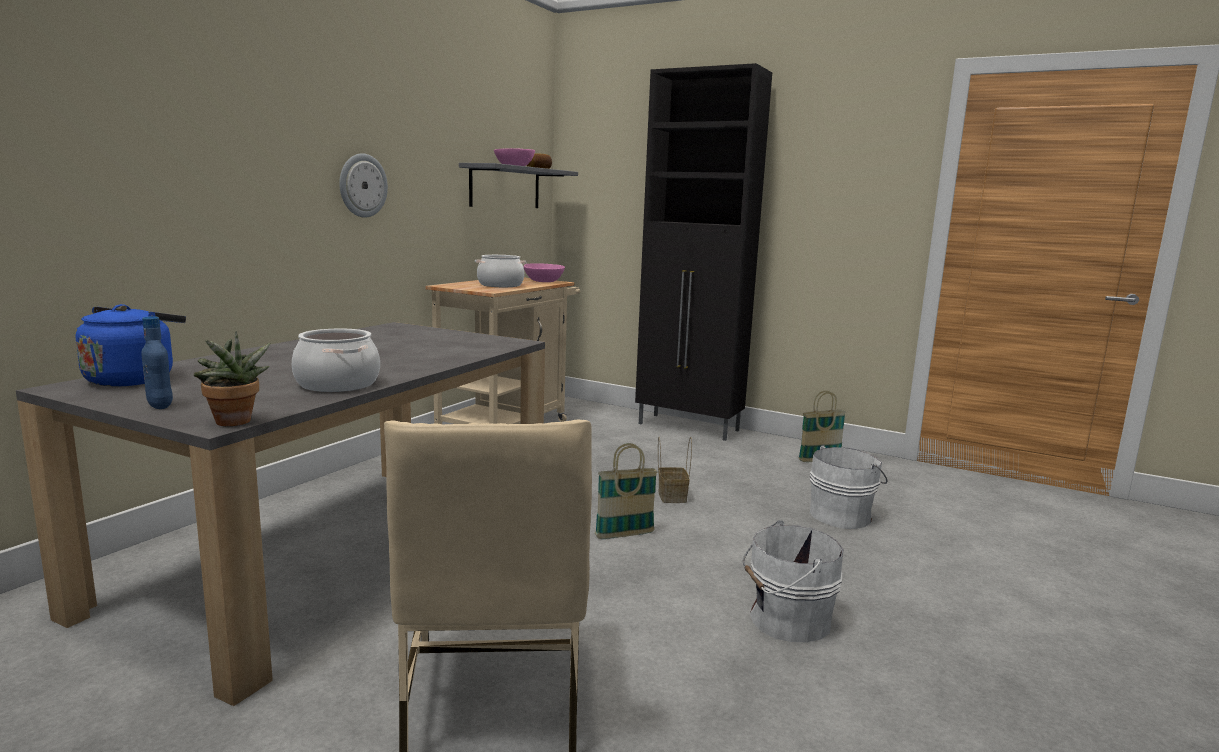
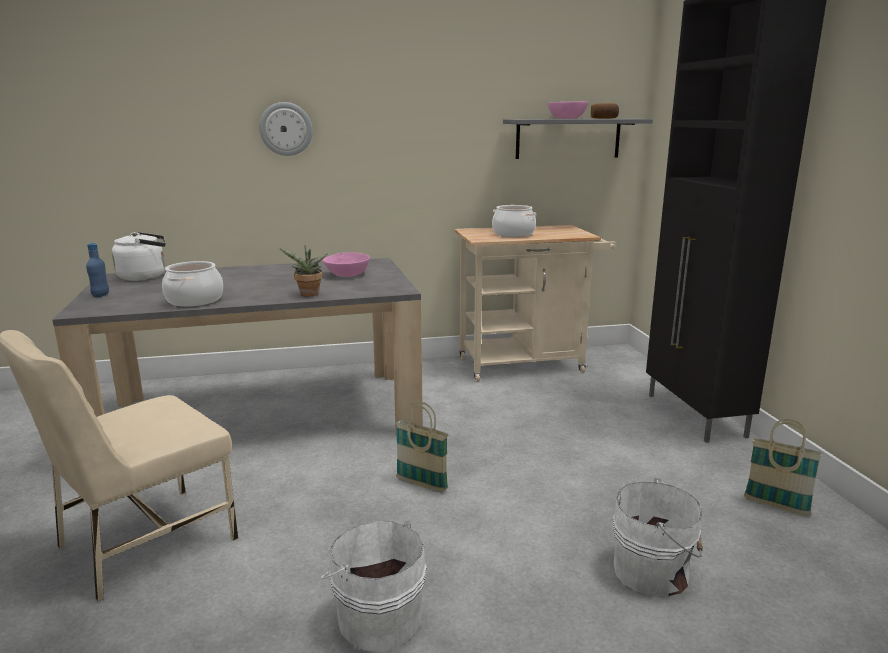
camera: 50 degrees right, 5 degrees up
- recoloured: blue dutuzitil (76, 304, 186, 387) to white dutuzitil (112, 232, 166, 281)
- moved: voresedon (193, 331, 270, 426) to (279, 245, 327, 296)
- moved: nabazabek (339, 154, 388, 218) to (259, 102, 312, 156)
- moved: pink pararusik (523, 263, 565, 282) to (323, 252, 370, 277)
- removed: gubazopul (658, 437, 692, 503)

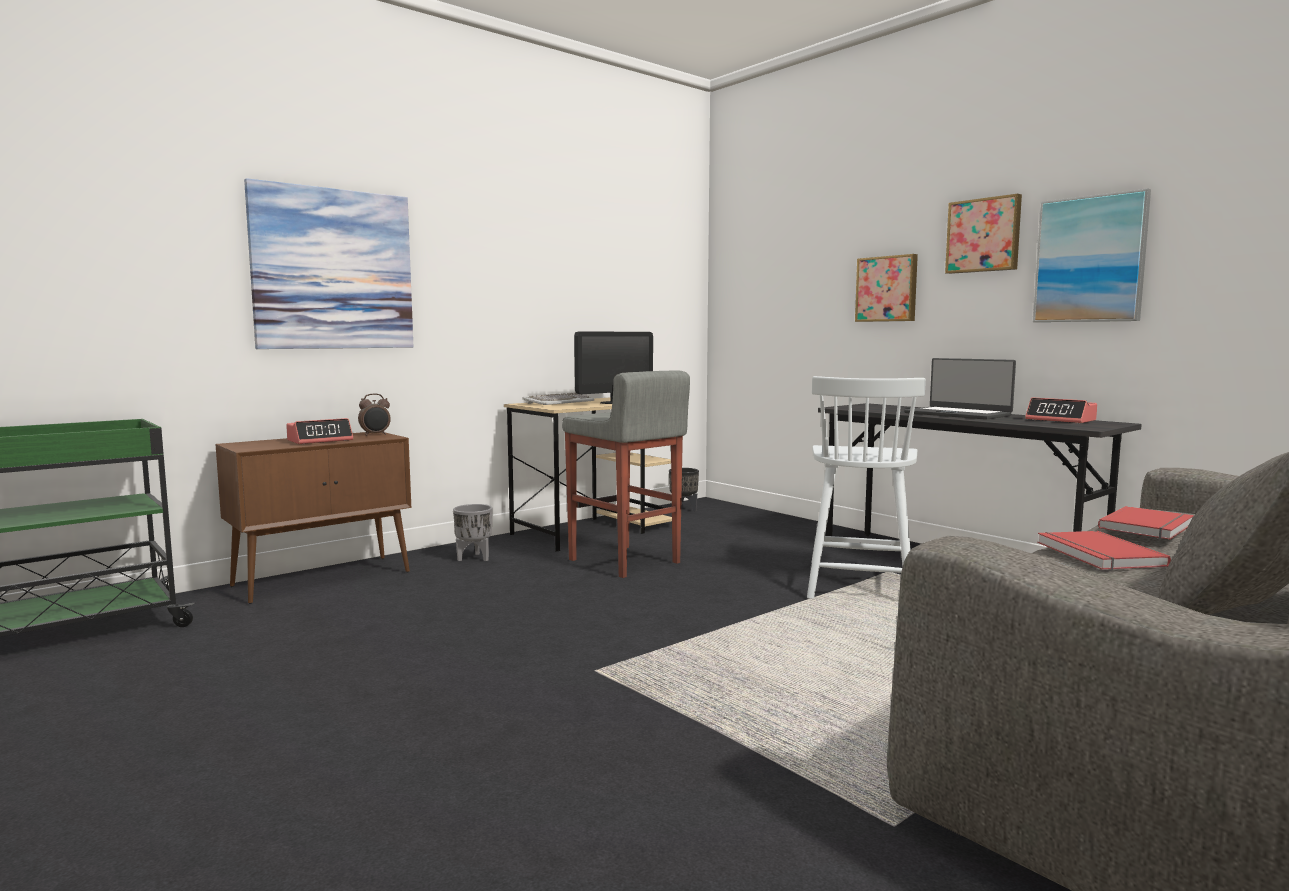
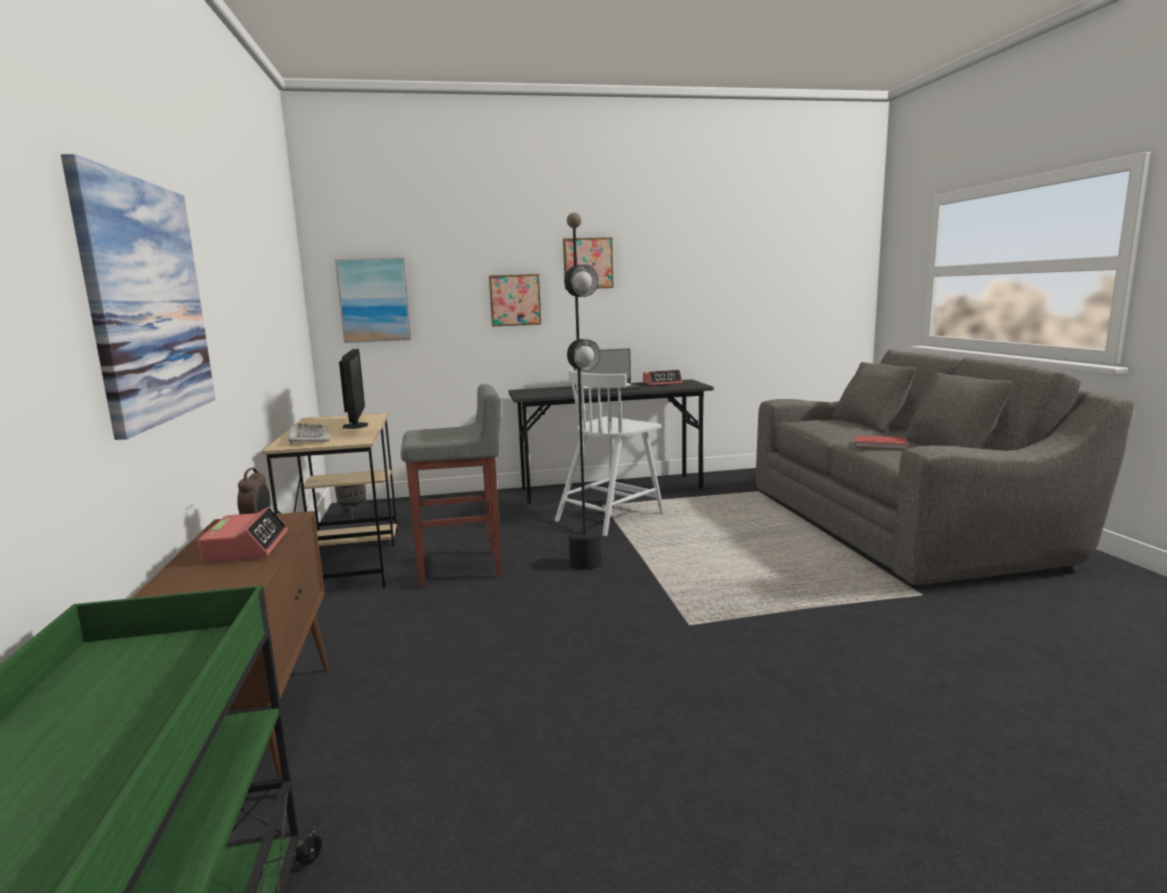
camera: 60 degrees left, 5 degrees up
- removed: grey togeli (453, 504, 493, 561)
- turned: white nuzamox (807, 376, 926, 599) = (554, 370, 664, 536) 90 degrees clockwise
- moved: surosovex (1033, 188, 1151, 322) to (335, 258, 411, 343)
- removed: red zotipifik (1098, 506, 1194, 540)
- added: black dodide (407, 213, 601, 570)

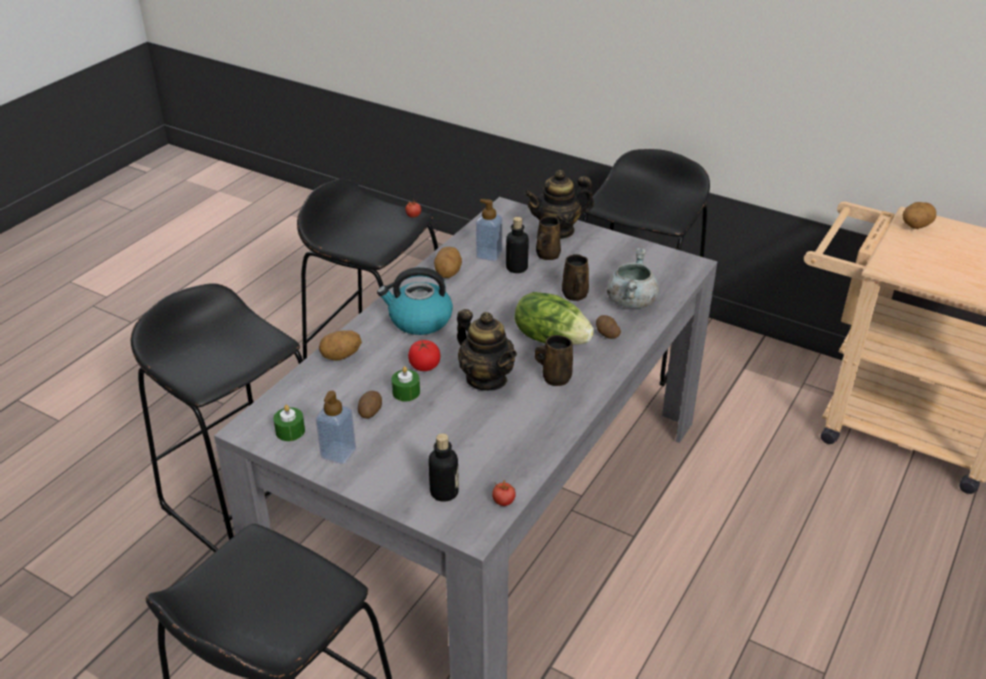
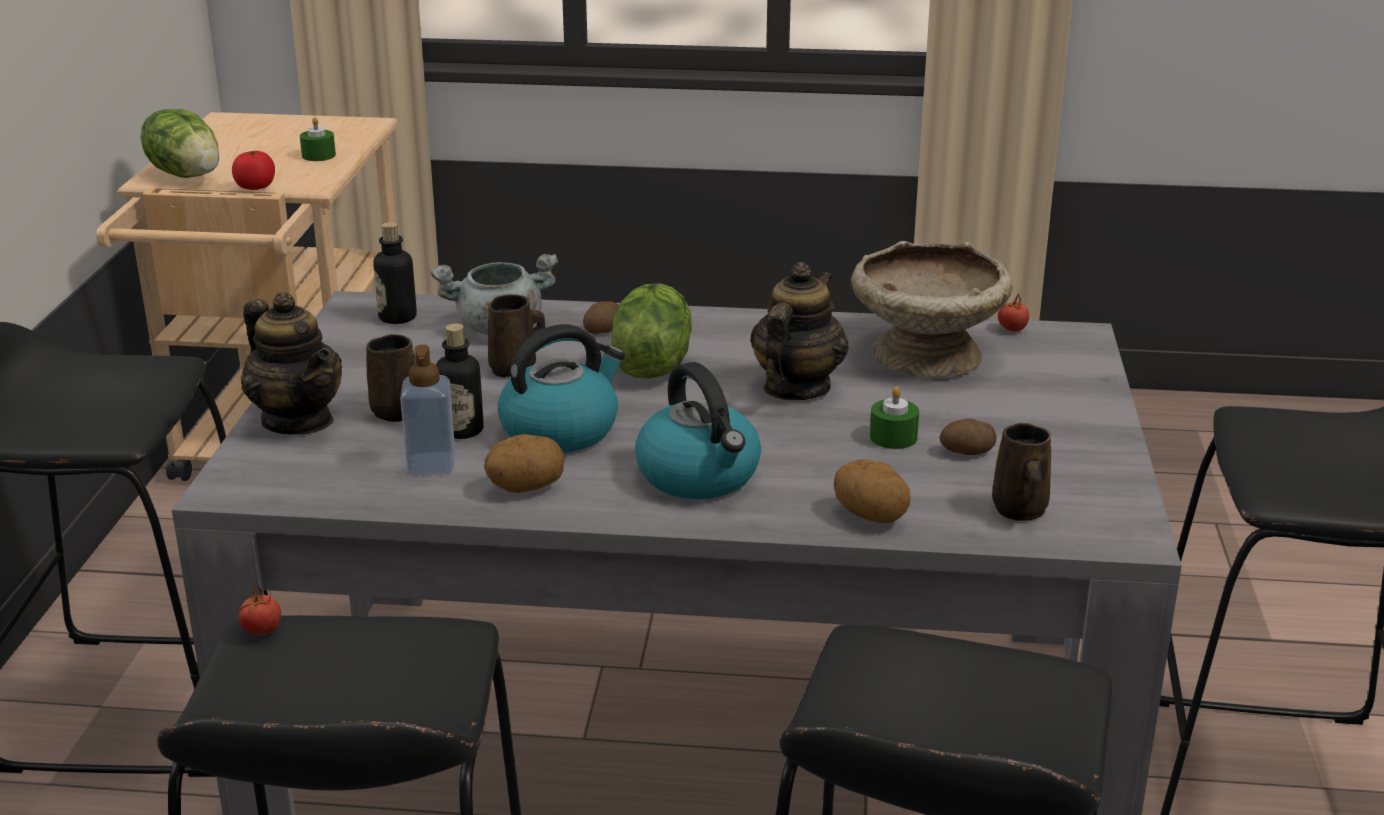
camera: 115 degrees left, 10 degrees down
- moved: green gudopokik (273, 405, 305, 441) to (300, 117, 336, 161)
- removed: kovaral (316, 391, 356, 464)
- moved: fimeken (408, 340, 440, 371) to (232, 151, 275, 190)
- moved: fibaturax (428, 433, 459, 502) to (373, 222, 417, 324)
- moved: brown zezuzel (535, 335, 573, 386) to (992, 423, 1051, 521)
- replaced: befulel (902, 202, 936, 229) to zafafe (141, 109, 219, 178)
- added: dutuzitil (497, 324, 625, 453)
- added: beige pararusik (851, 241, 1013, 378)

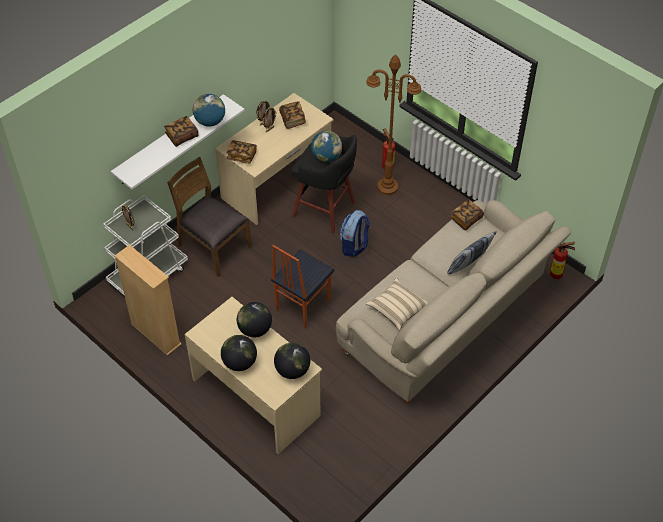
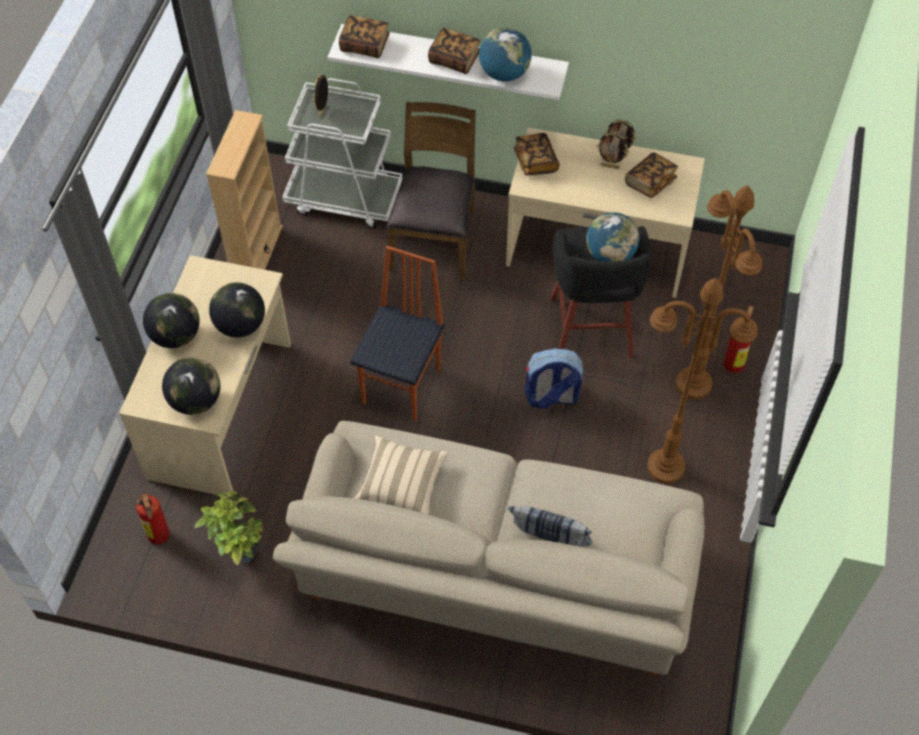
camera: 60 degrees right, 5 degrees up
- turned: nuzamox (271, 245, 335, 328) = (350, 246, 445, 422) 105 degrees clockwise
- moved: zotipifik (450, 199, 484, 231) to (339, 15, 390, 58)
- moved: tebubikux (550, 241, 575, 279) to (136, 492, 169, 545)
- added: voresedon (195, 491, 264, 566)
- added: brown dodide (647, 278, 758, 484)

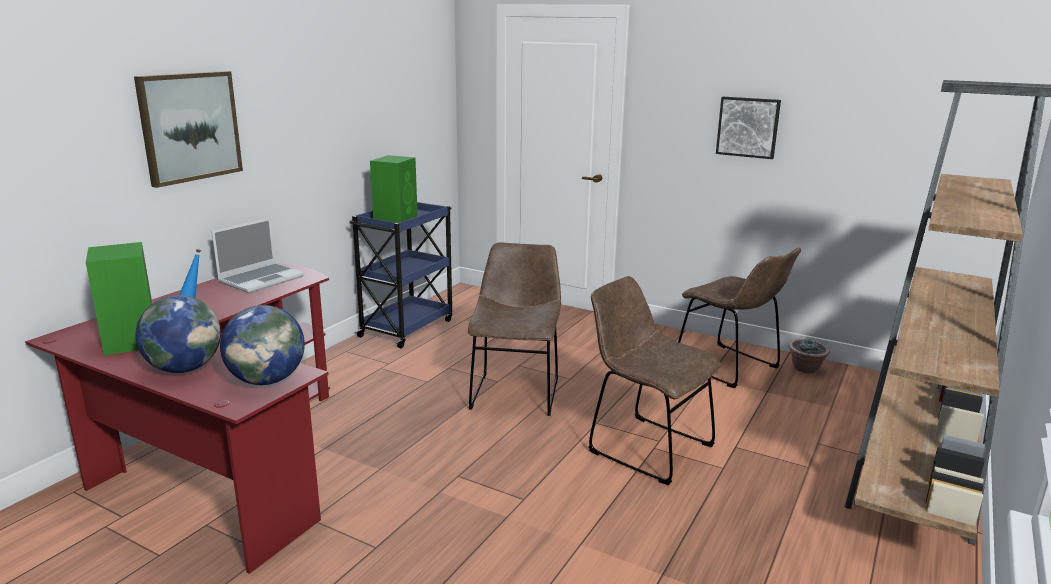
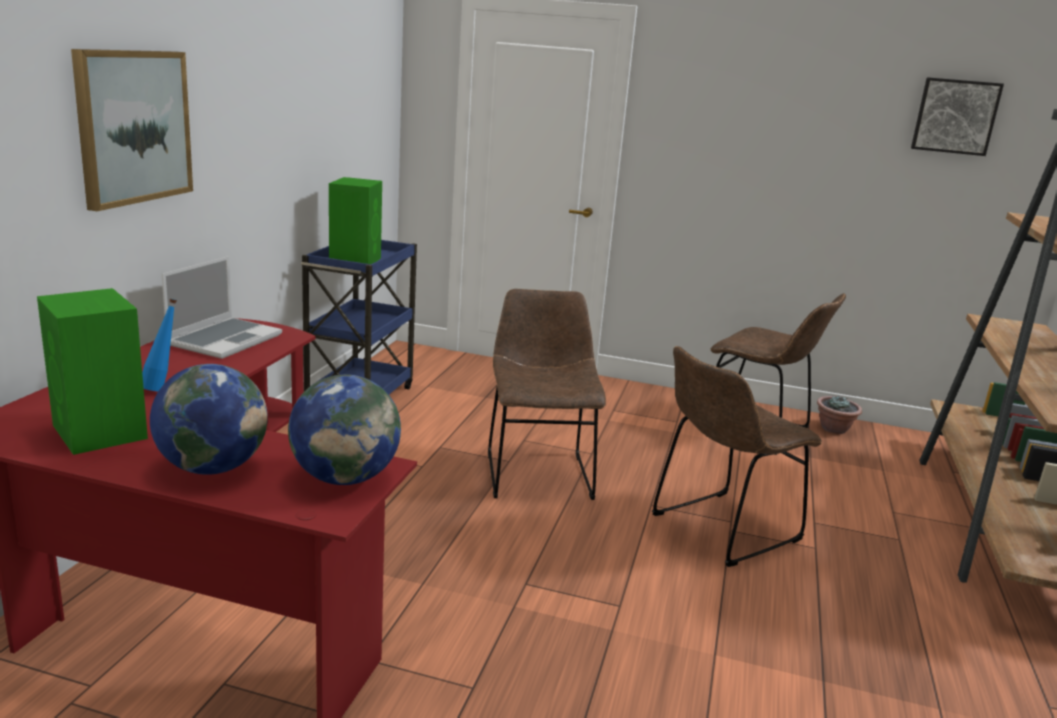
camera: 15 degrees left, 0 degrees up
- turned: brown nuzamox (588, 276, 721, 485) = (652, 346, 822, 567) 60 degrees counterclockwise
- moved: surosovex (716, 97, 781, 159) to (911, 77, 1004, 156)

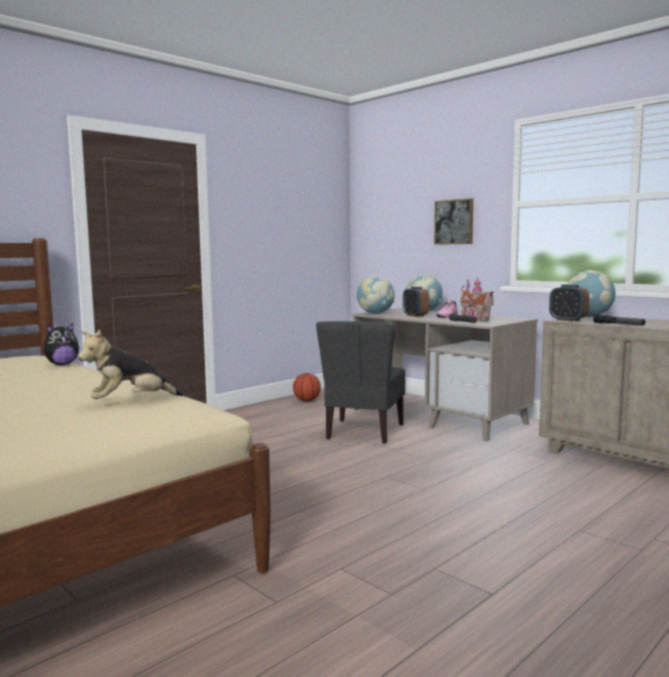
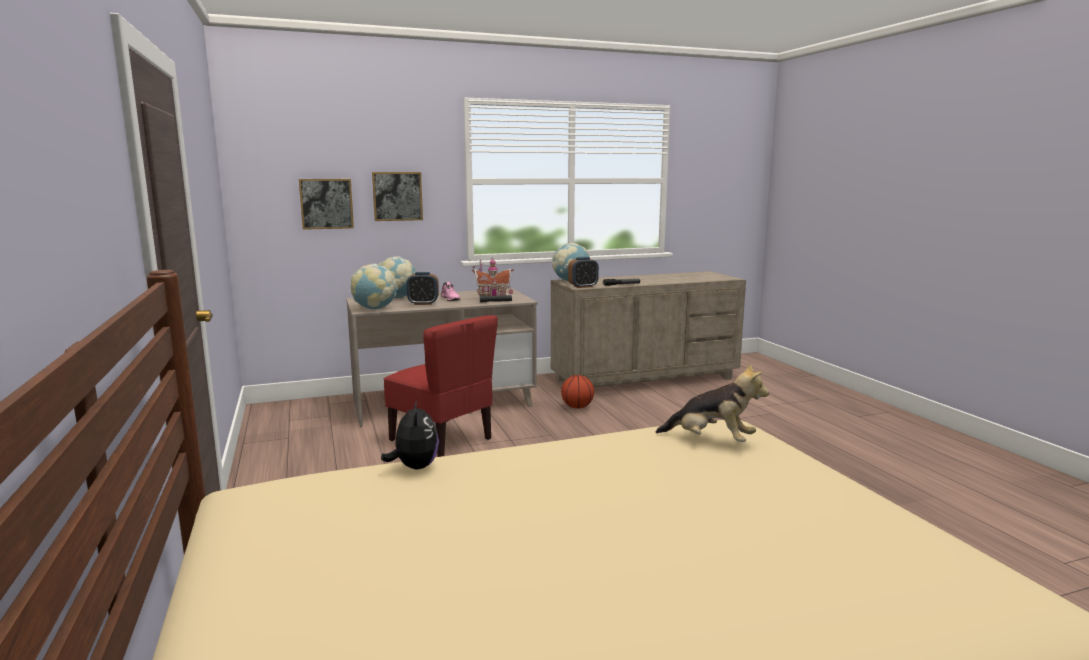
camera: 65 degrees left, 5 degrees up
- turned: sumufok (78, 330, 184, 399) = (655, 362, 769, 442) 60 degrees counterclockwise
- moved: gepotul (293, 373, 321, 402) to (561, 375, 594, 409)
- recoloured: grey nuzamox (316, 321, 405, 444) to red nuzamox (384, 315, 498, 457)
- added: surosovex (299, 179, 354, 230)

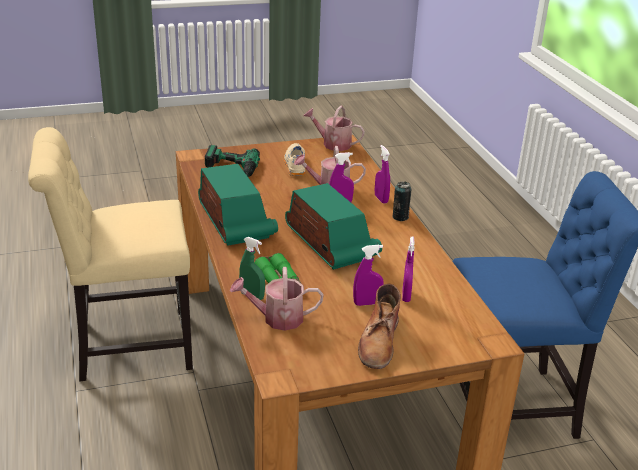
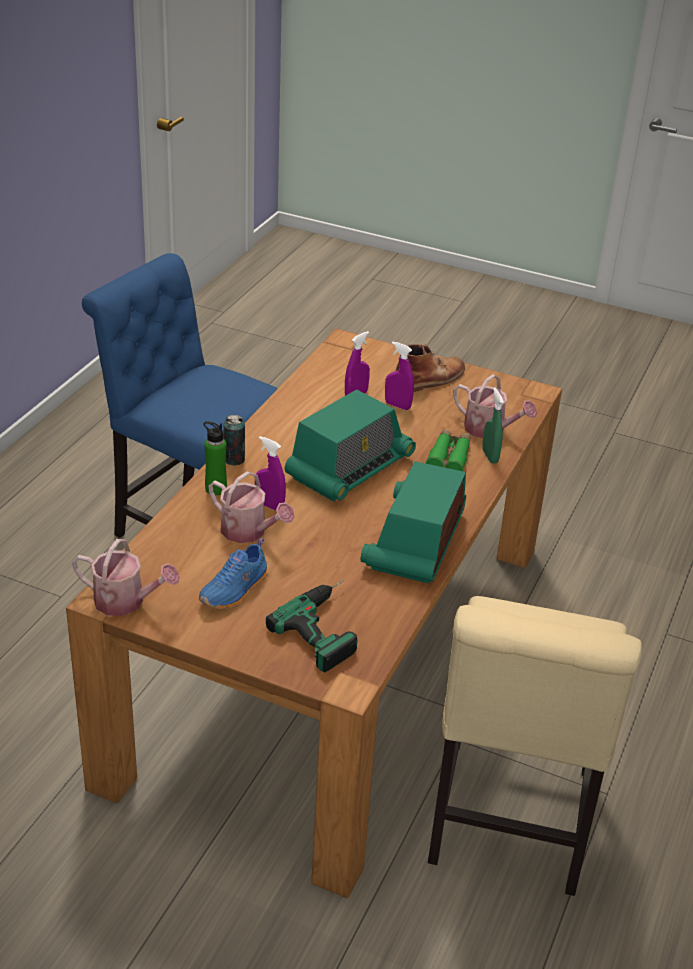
camera: 140 degrees left, 5 degrees up
- turned: beige nuzamox (28, 127, 193, 381) = (428, 596, 642, 896) 75 degrees clockwise
- recoloured: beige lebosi (284, 143, 306, 176) to blue lebosi (199, 538, 268, 609)
- turned: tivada (285, 183, 382, 270) = (285, 389, 416, 502) 150 degrees counterclockwise
- turned: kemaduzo (303, 106, 365, 151) = (72, 539, 180, 616) 45 degrees counterclockwise
- replaced: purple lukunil (375, 145, 390, 204) to green fibaturax (204, 421, 227, 495)

